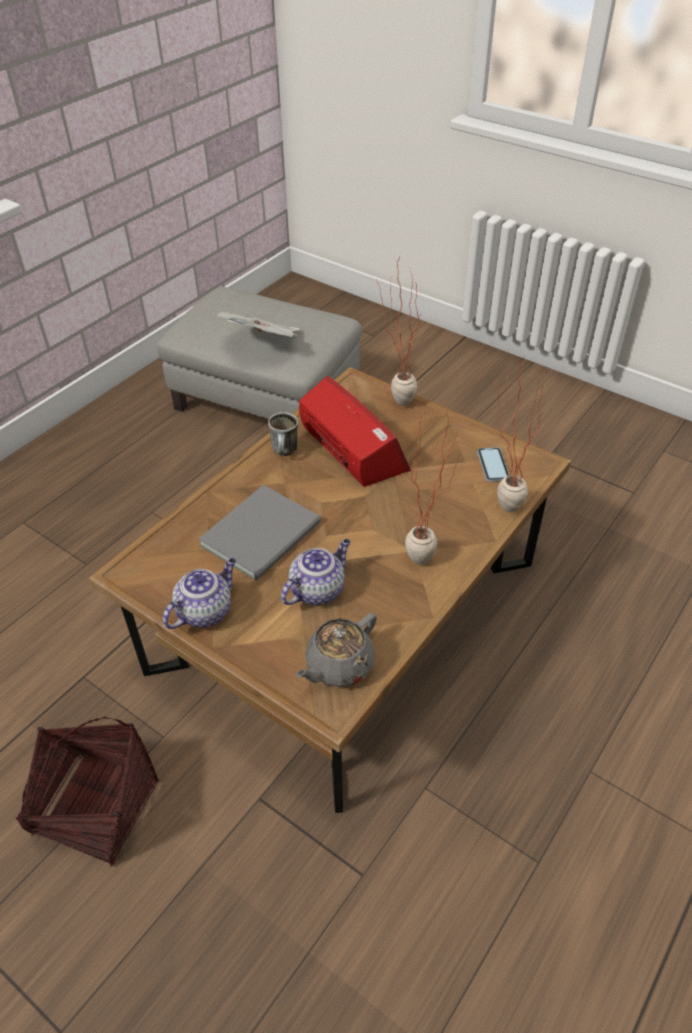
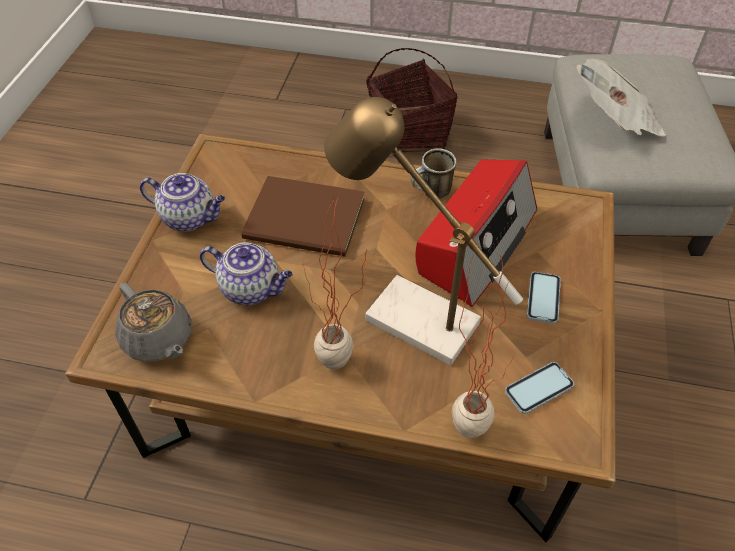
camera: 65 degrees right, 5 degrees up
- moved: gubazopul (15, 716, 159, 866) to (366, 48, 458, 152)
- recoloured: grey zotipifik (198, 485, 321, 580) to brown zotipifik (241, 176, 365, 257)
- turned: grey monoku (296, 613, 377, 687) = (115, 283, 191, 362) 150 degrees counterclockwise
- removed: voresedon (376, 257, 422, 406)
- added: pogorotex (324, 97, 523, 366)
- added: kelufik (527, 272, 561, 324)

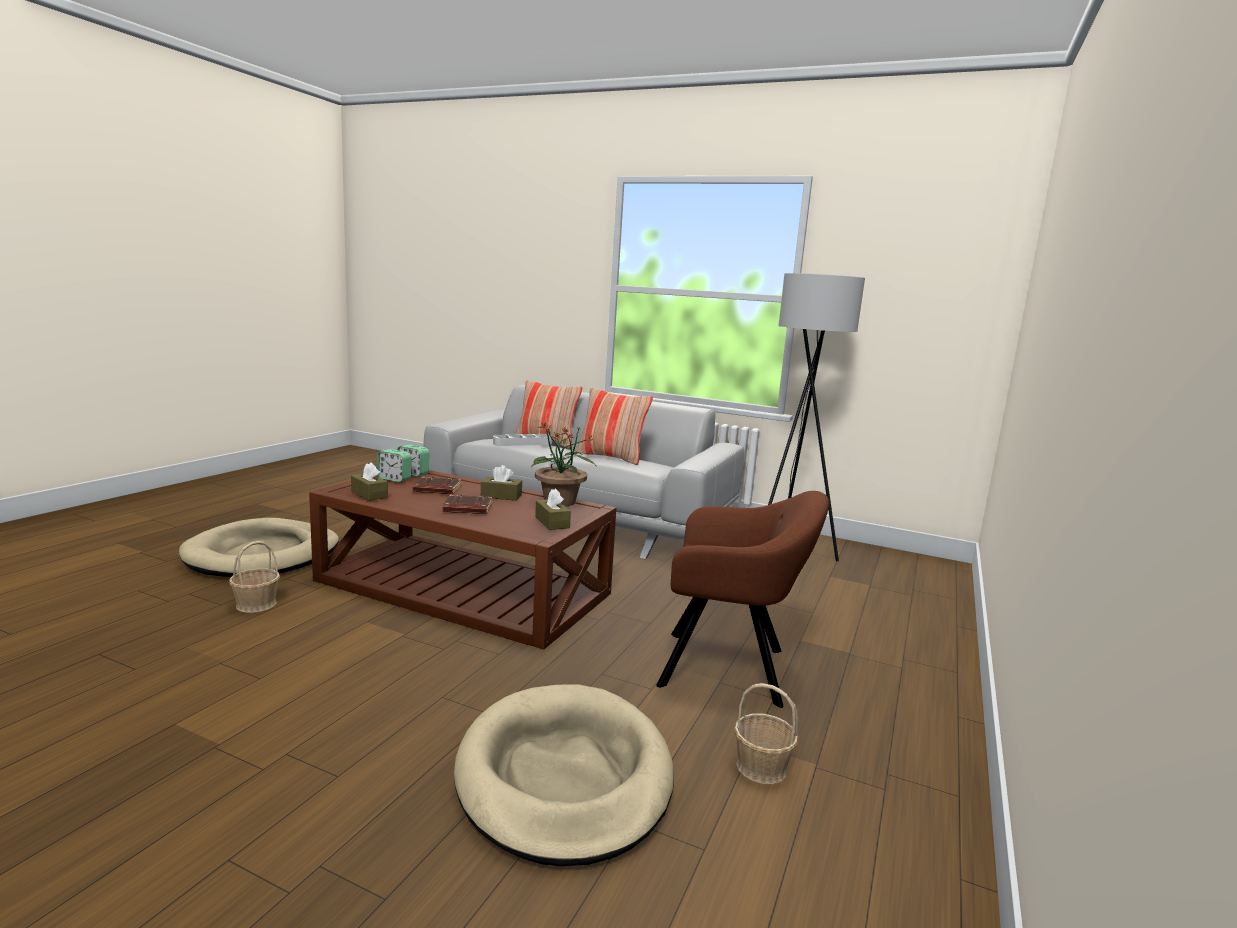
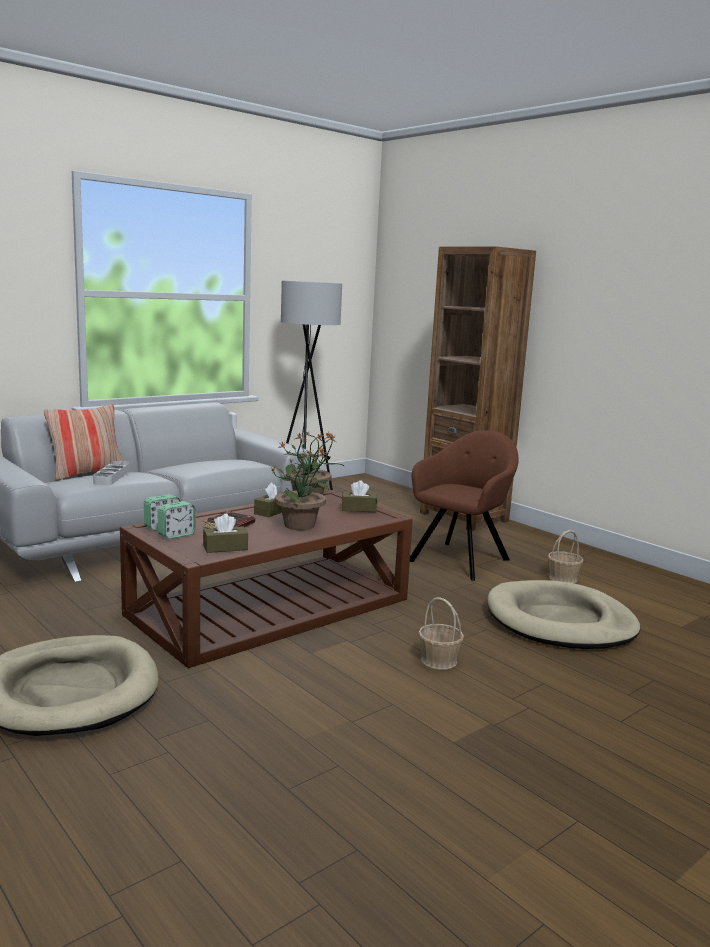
camera: 65 degrees left, 0 degrees up
- moved: gubazopul (229, 541, 280, 613) to (418, 597, 464, 669)
- replaced: brown zotipifik (443, 495, 492, 514) to voresedon (270, 447, 332, 530)
- removed: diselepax (576, 388, 653, 465)
- added: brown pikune (420, 246, 536, 531)

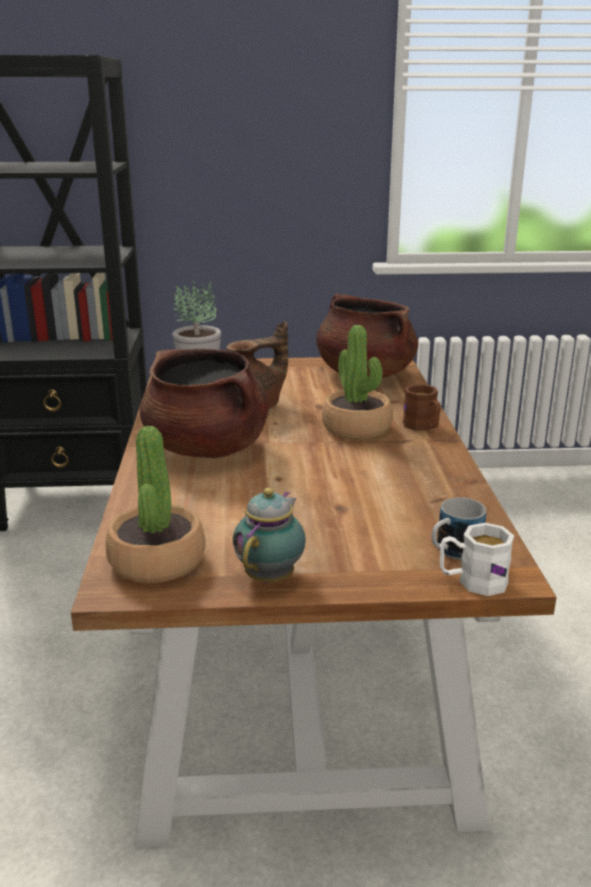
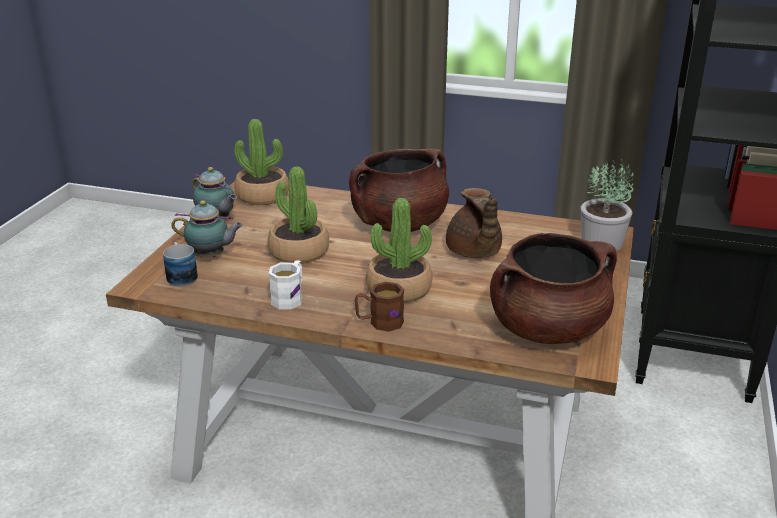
camera: 110 degrees right, 5 degrees up
- moved: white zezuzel (440, 523, 514, 596) to (269, 260, 302, 309)
- added: monoku (171, 200, 243, 258)
- added: voresedon (268, 166, 329, 264)

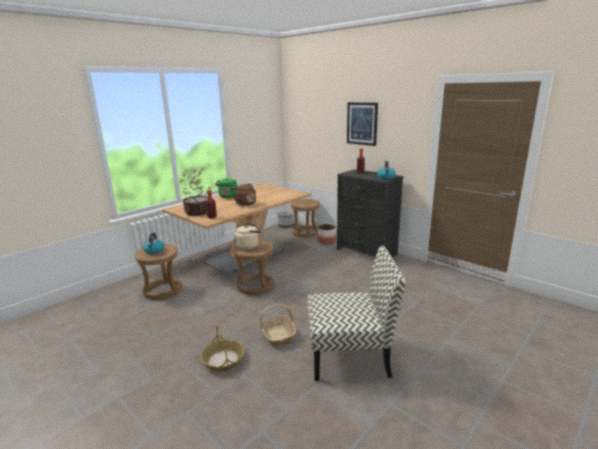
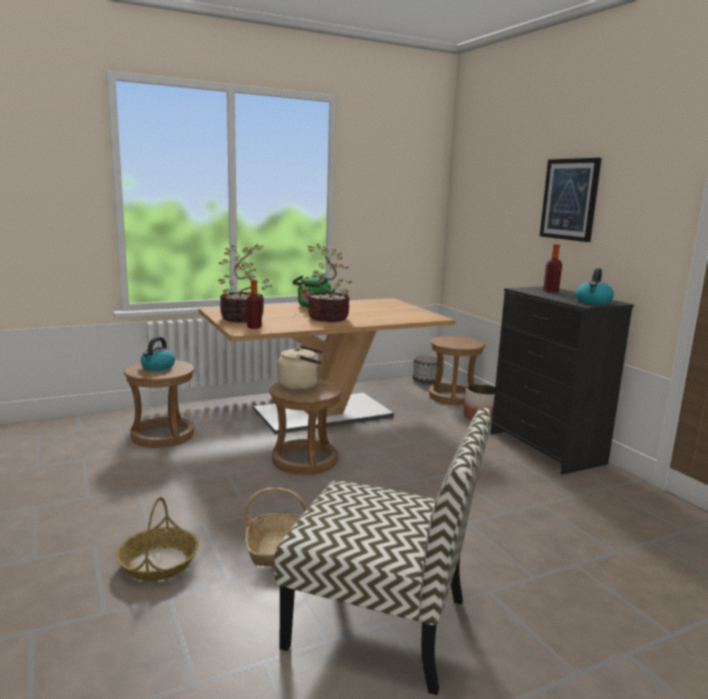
camera: 20 degrees right, 5 degrees down
- replaced: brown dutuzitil (230, 184, 256, 206) to voresedon (298, 244, 352, 322)

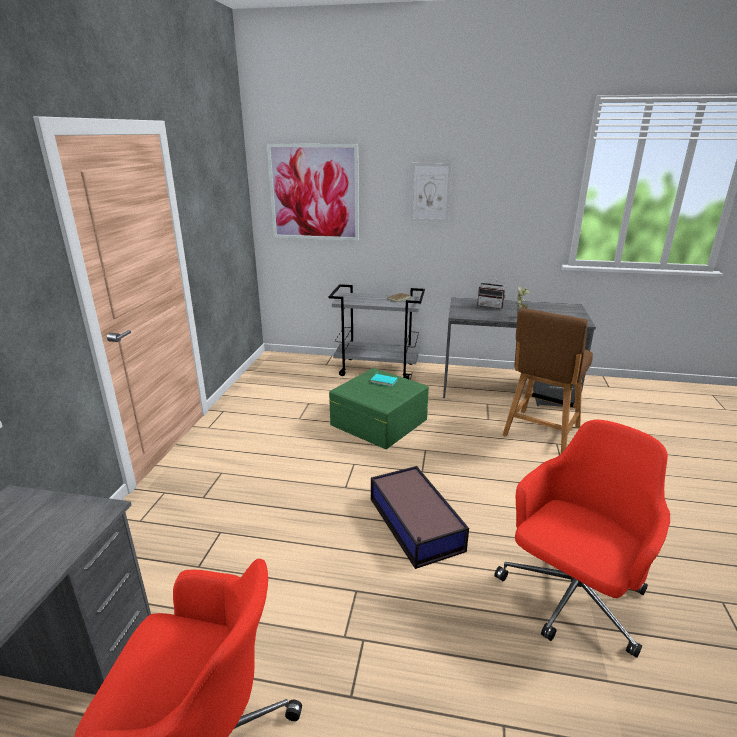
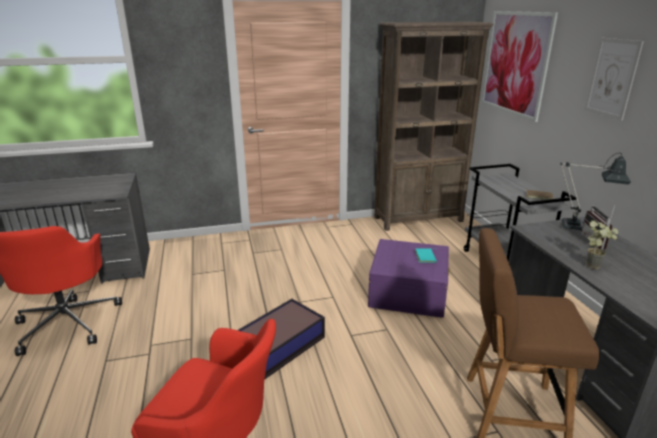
camera: 65 degrees right, 0 degrees up
- recoloured: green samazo (329, 368, 429, 449) to purple samazo (368, 239, 450, 318)
- added: brown pikune (374, 21, 494, 231)
- added: pogorotex (560, 153, 631, 231)

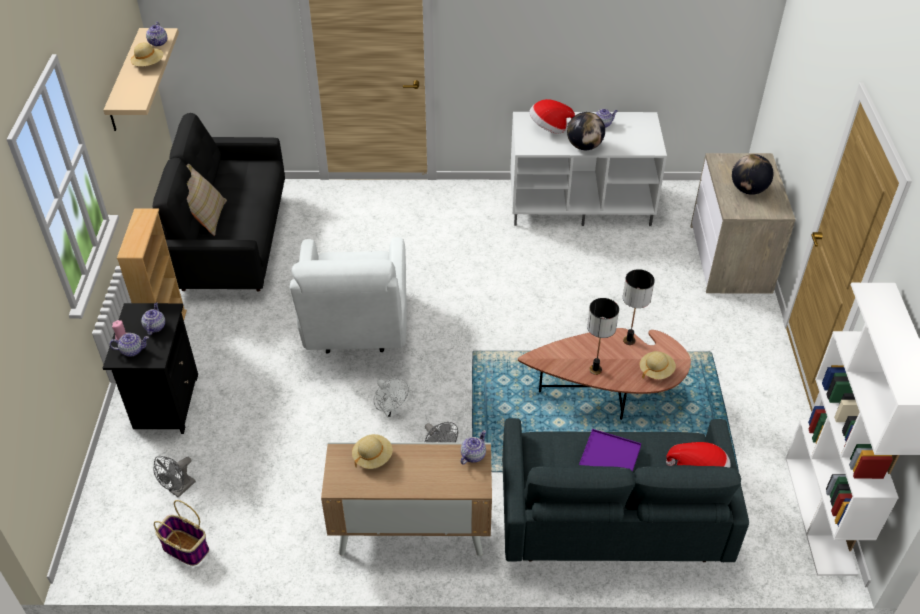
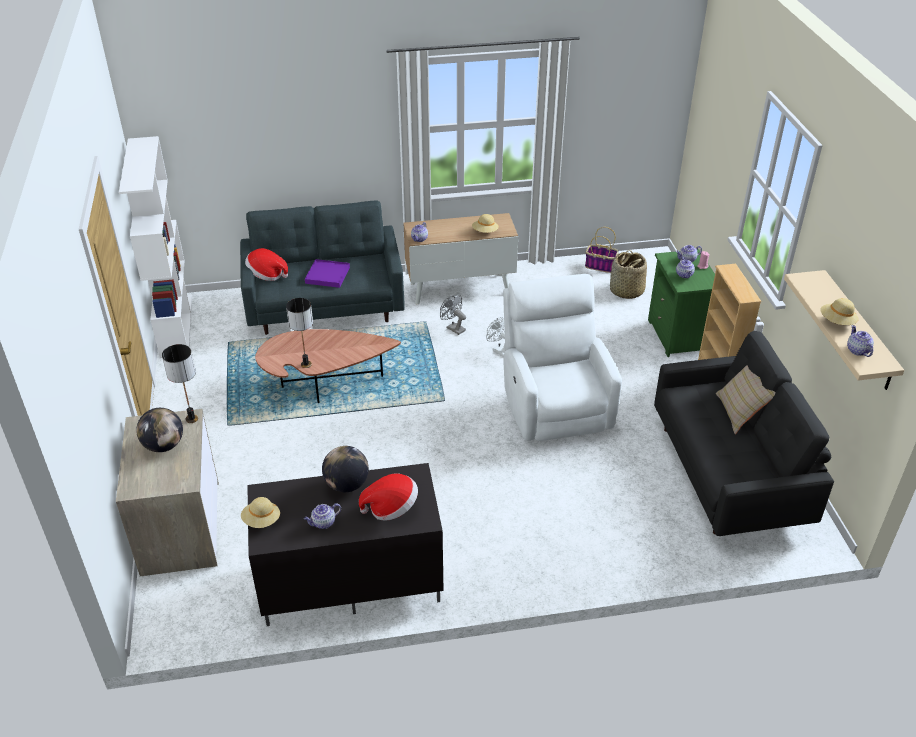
camera: 170 degrees right, 5 degrees down
- recoloured: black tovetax (103, 303, 198, 434) to green tovetax (648, 249, 715, 357)
- replaced: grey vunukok (153, 456, 196, 498) to gubazopul (610, 250, 647, 299)
- recoloured: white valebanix (510, 112, 667, 226) to black valebanix (247, 463, 443, 626)
- moved: pogorotex (587, 298, 619, 375) to (162, 344, 198, 423)
- moved: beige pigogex (639, 351, 676, 379) to (241, 497, 280, 528)

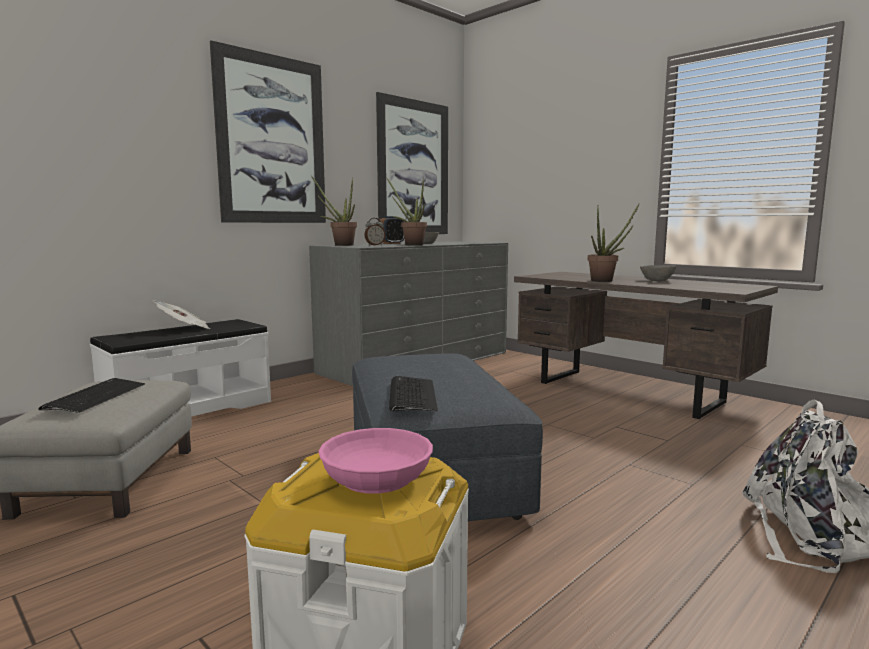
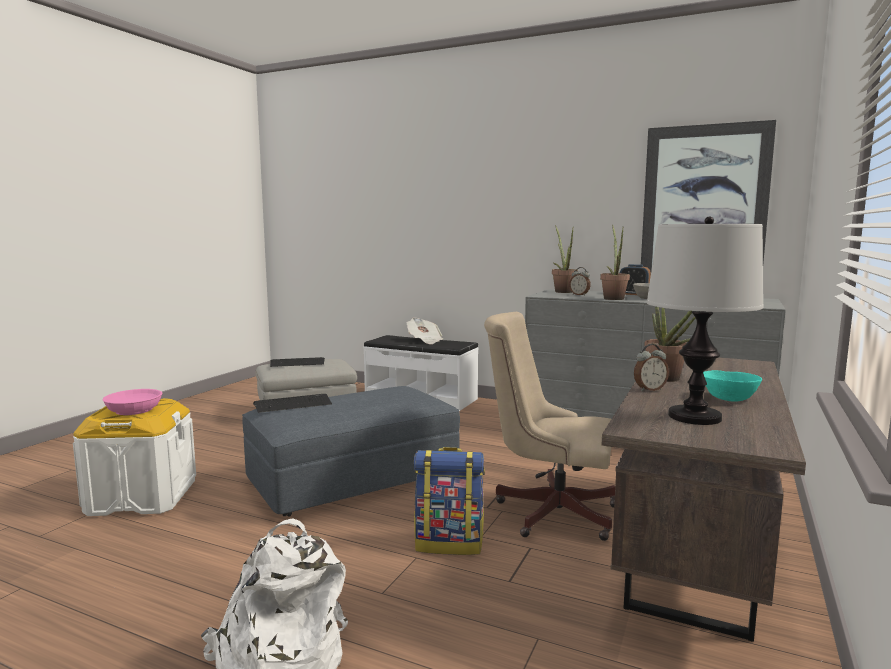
camera: 70 degrees right, 0 degrees up
- removed: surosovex (210, 40, 326, 223)
- recoloured: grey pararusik (640, 265, 676, 281) to turquoise pararusik (703, 370, 762, 402)
- added: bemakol (414, 447, 485, 555)
- added: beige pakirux (484, 312, 615, 541)
- added: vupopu (634, 344, 669, 391)
- added: pogorotex (647, 216, 764, 425)

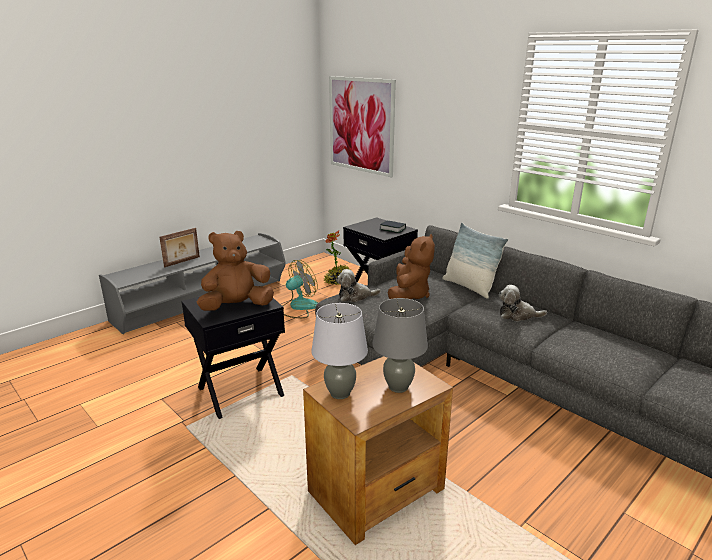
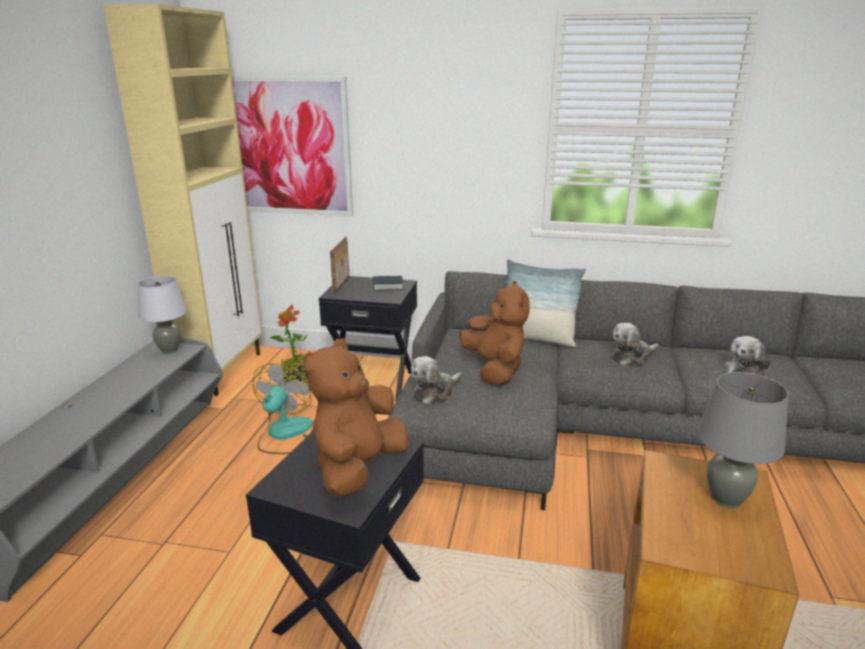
camera: 35 degrees left, 0 degrees up
- moved: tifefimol (159, 228, 200, 267) to (330, 236, 349, 295)
- moved: grey pogorotex (312, 303, 368, 399) to (138, 276, 187, 354)
- added: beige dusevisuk (103, 4, 262, 396)
- added: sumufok (725, 336, 771, 376)

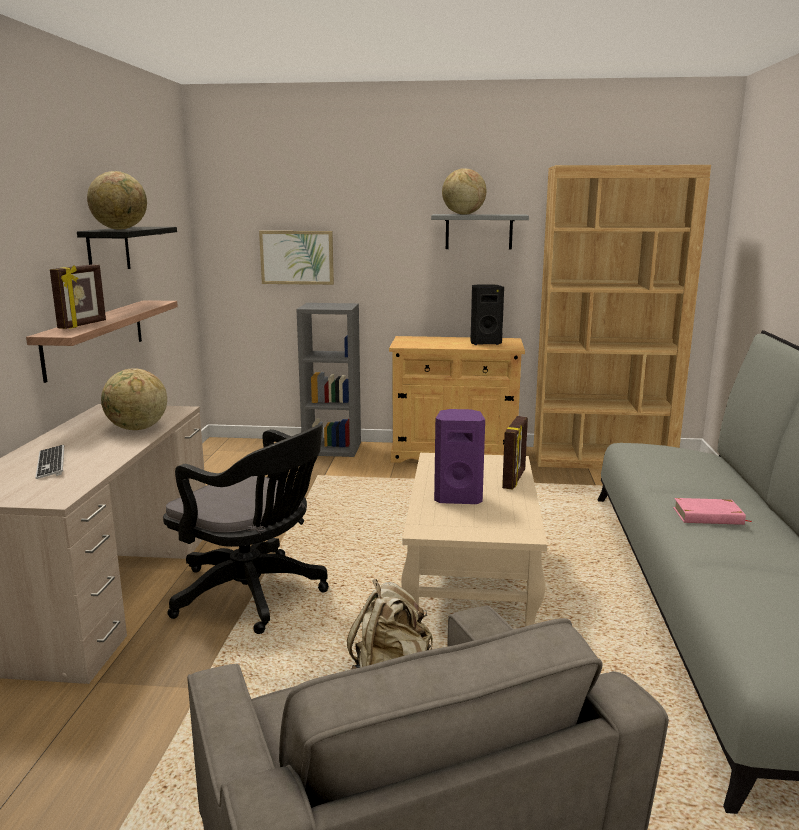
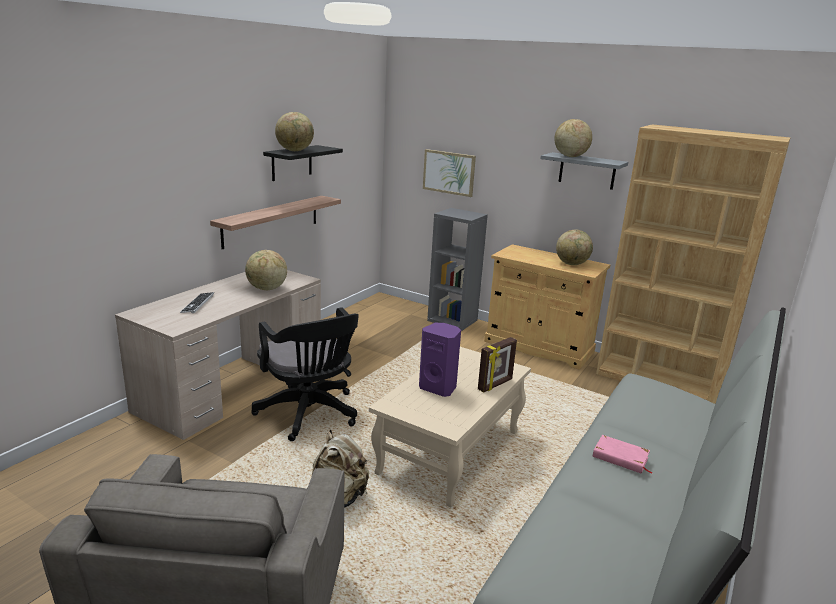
camera: 25 degrees right, 5 degrees up
- removed: tifefimol (50, 264, 106, 329)
- replaced: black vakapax (471, 284, 504, 345) to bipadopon (556, 229, 593, 265)

